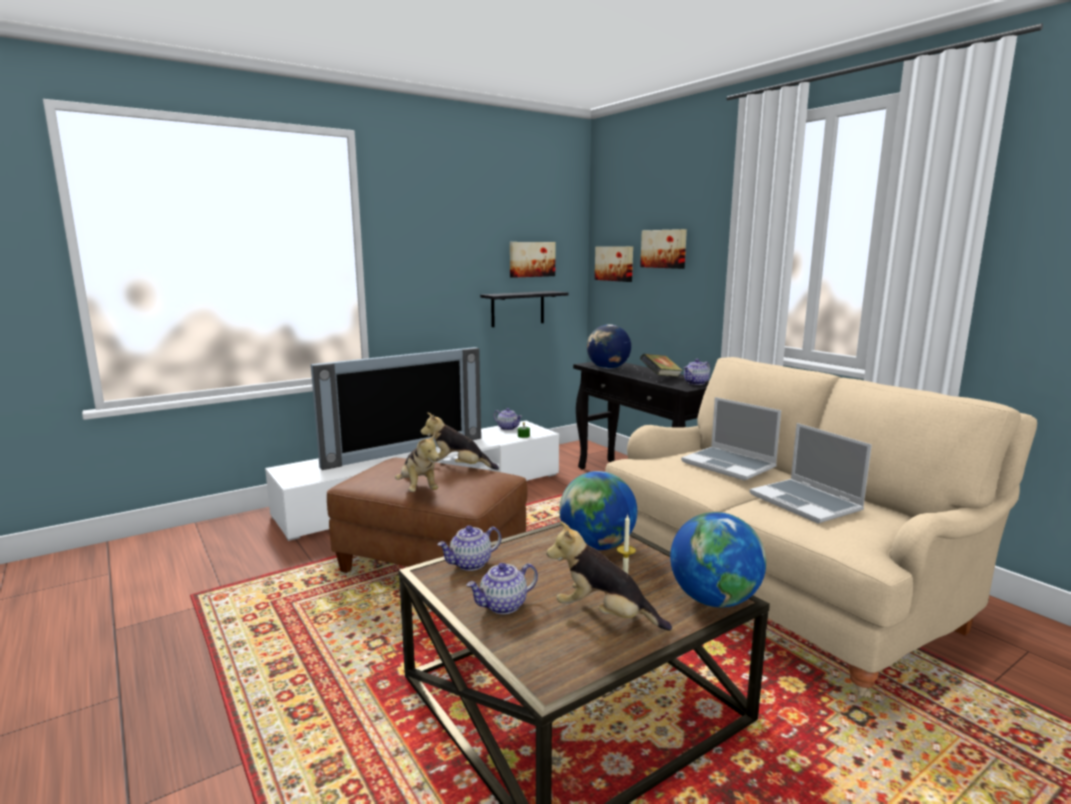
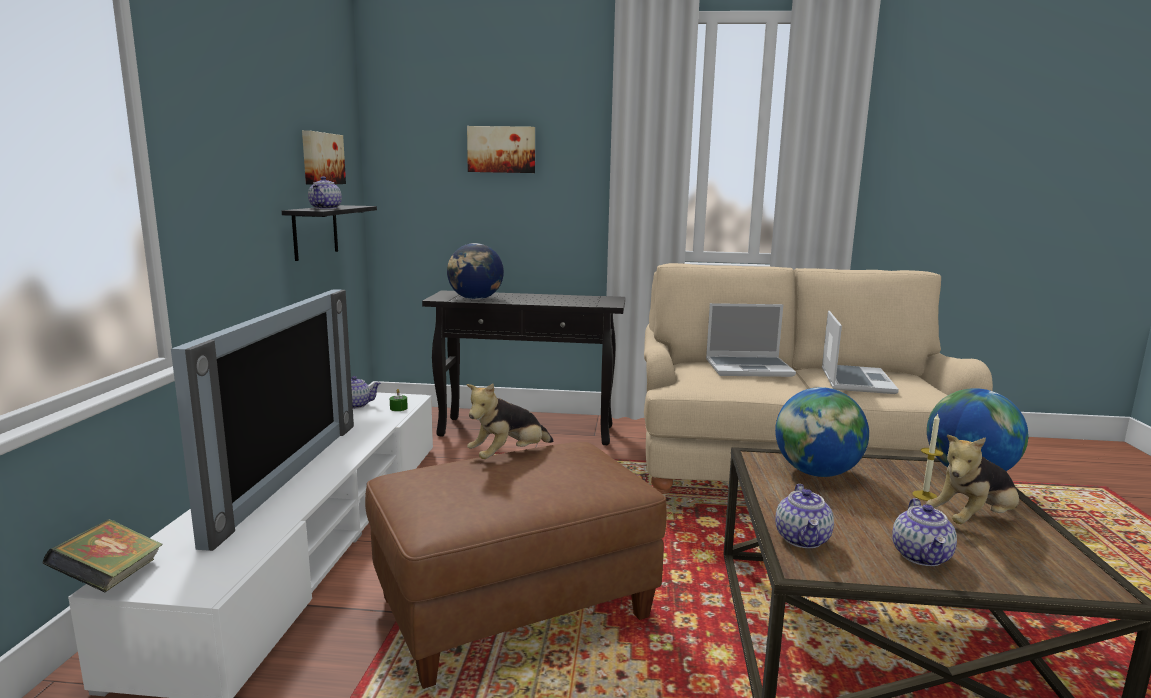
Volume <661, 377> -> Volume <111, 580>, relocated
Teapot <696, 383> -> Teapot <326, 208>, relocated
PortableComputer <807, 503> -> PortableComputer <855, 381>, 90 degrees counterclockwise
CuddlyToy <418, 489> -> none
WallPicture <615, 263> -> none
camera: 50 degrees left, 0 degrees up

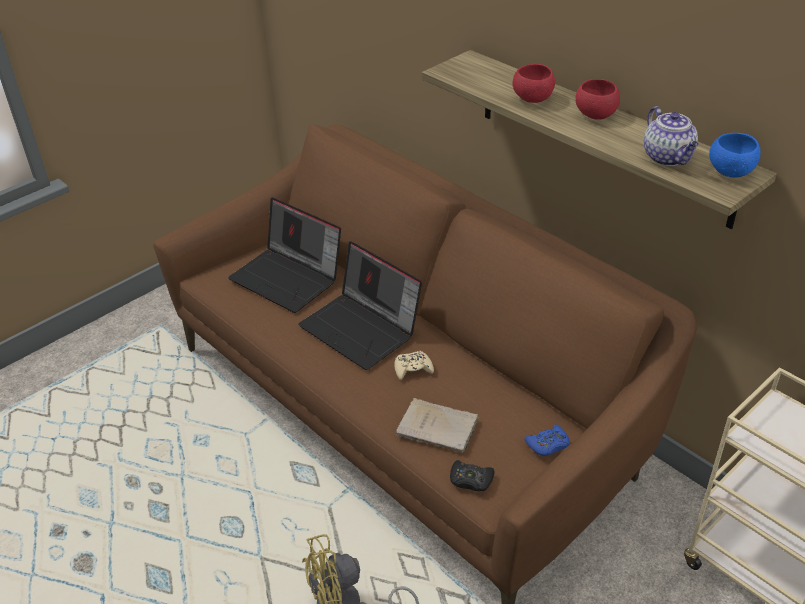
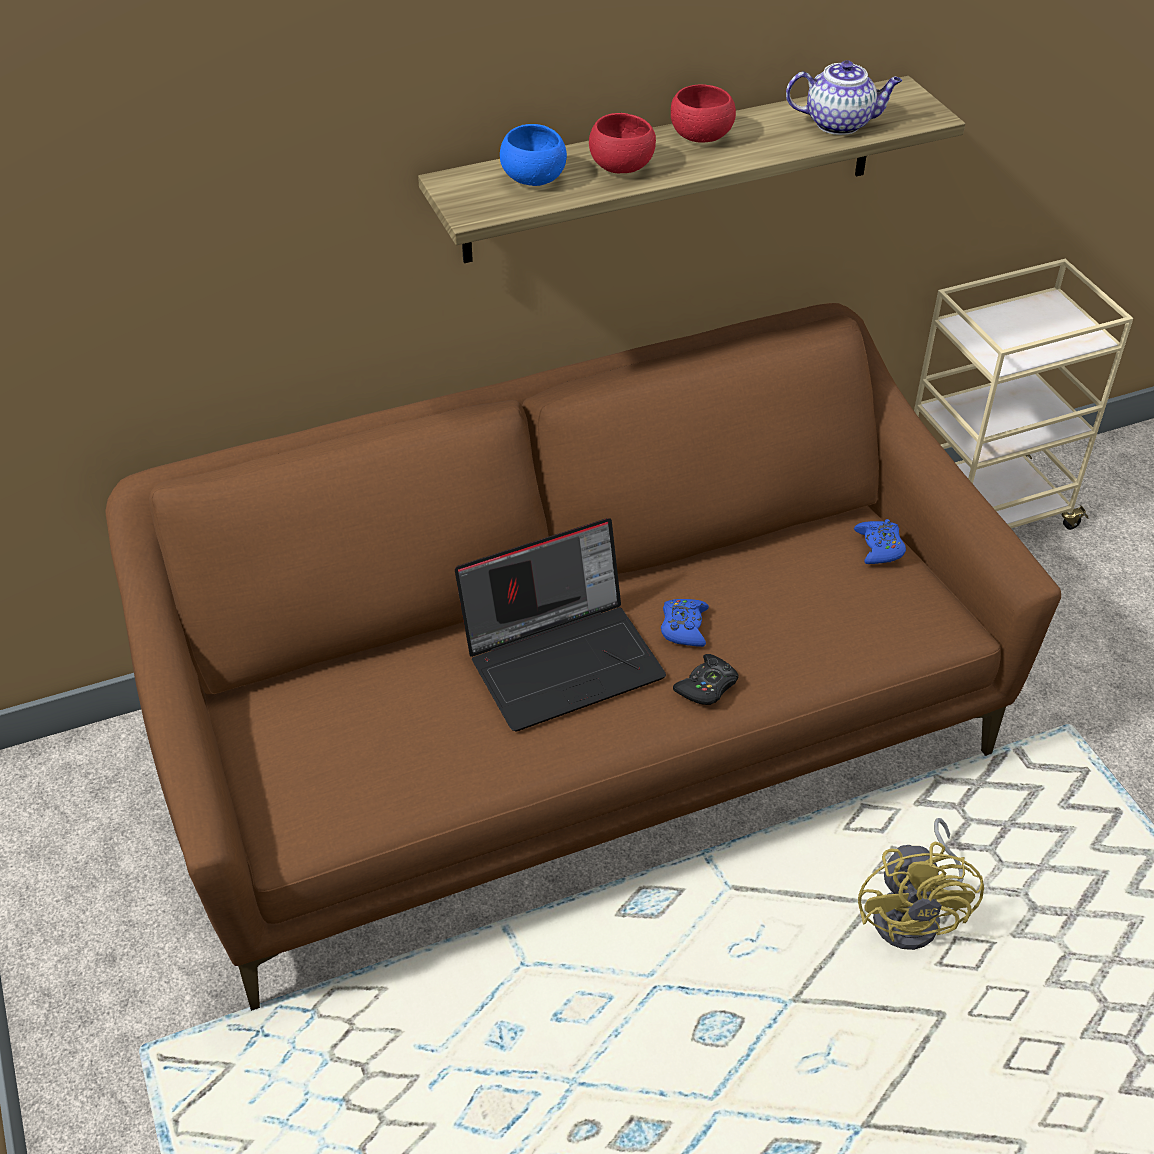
BlueServingBowl <730, 172> -> BlueServingBowl <533, 180>, relocated
SandColouredGameController <413, 369> -> BlueGameController <684, 627>
BlackishGameController <471, 480> -> BlackishGameController <707, 686>, relocated
PortableComputer <289, 278> -> none
SandColouredVolume <440, 428> -> none
camera: 70 degrees left, 5 degrees up

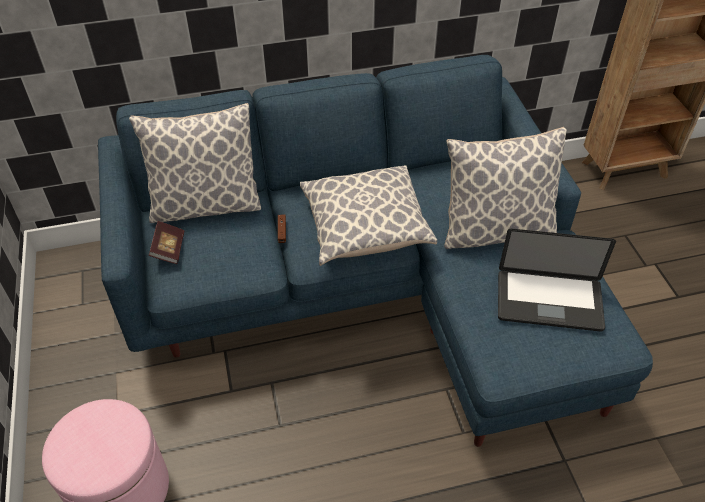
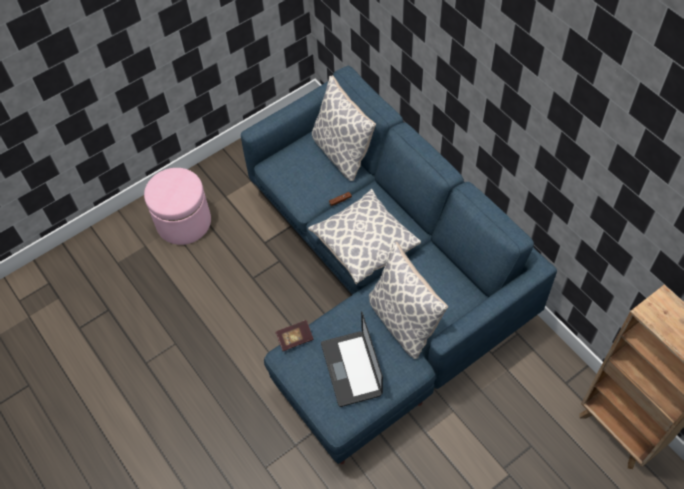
Volume <169, 249> -> Volume <295, 339>, relocated
camera: 70 degrees right, 10 degrees up

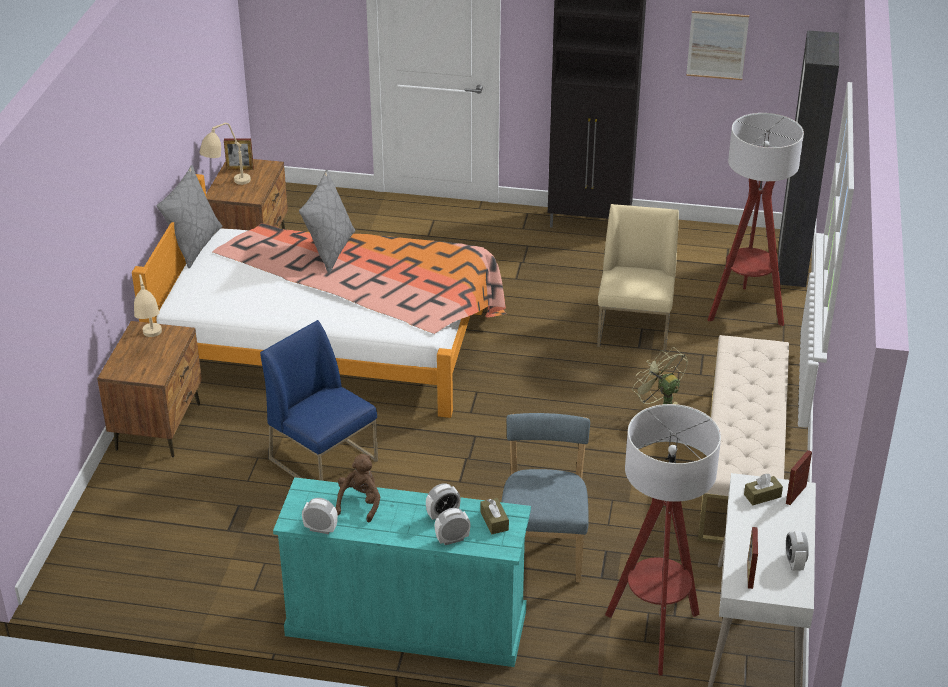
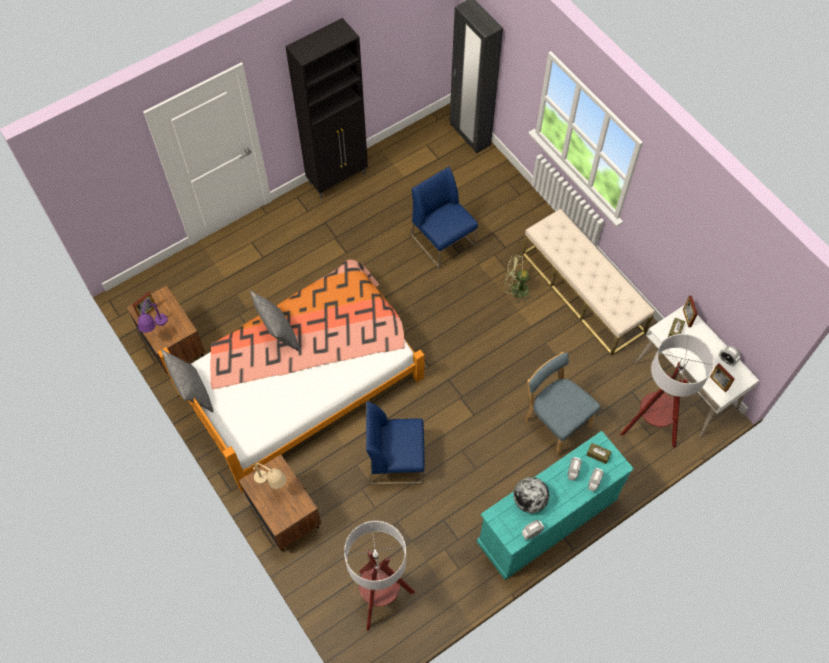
SandColouredLampForATable <226, 186> -> PurpleLampForATable <157, 332>
StandingLamp <745, 310> -> StandingLamp <380, 597>, relocated
SandColouredPlainChair <635, 329> -> BluePlainChair <443, 241>
BrownColouredCuddlyToy <360, 503> -> WorldGlobe <529, 500>
WallPicture <717, 45> -> none
camera: 45 degrees left, 25 degrees up

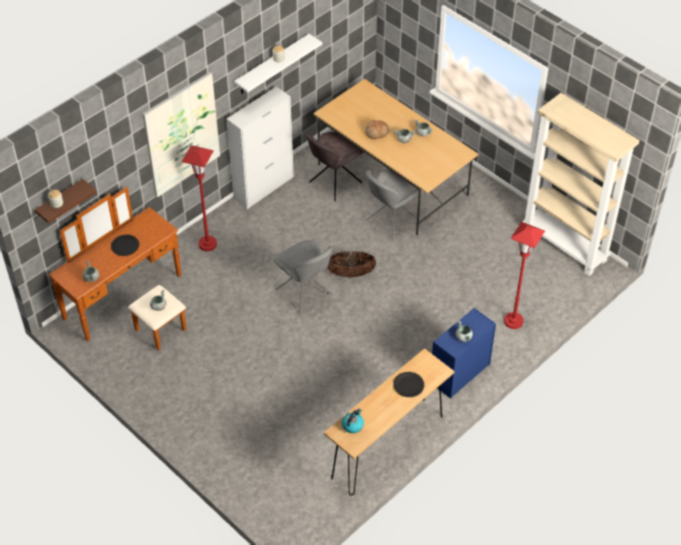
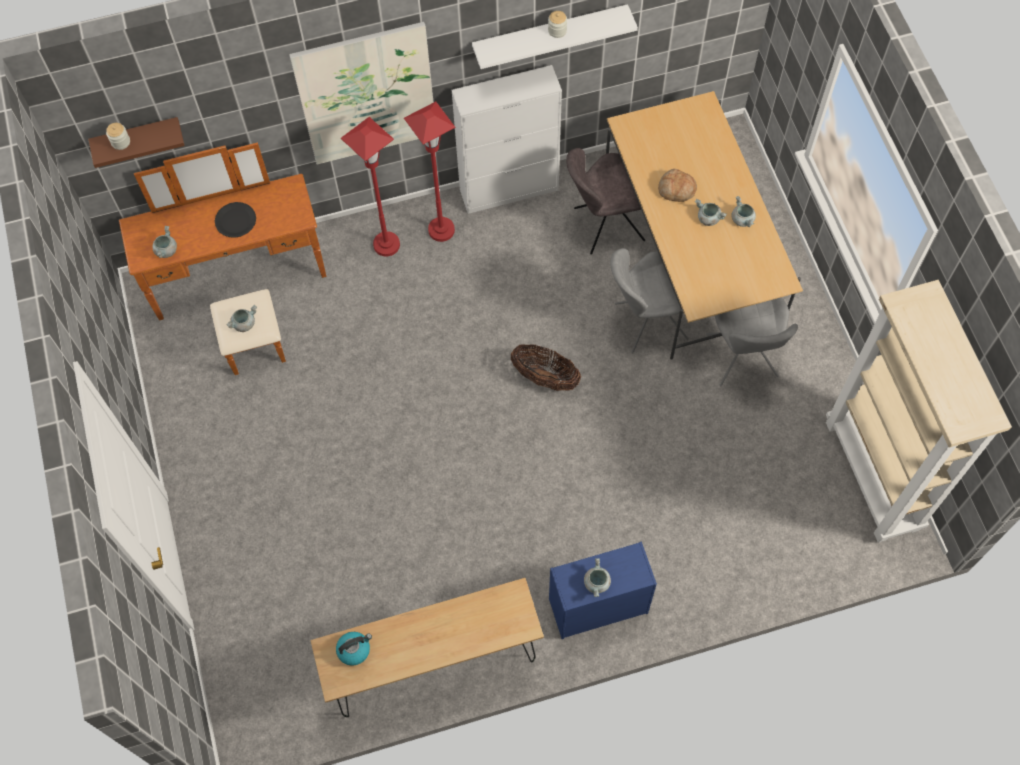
RedColouredStandingLamp <513, 321> -> RedColouredStandingLamp <441, 230>, relocated
GrayPlainChair <305, 293> -> GrayPlainChair <742, 358>, relocated
BlackishDinnerPlate <408, 385> -> none
camera: 30 degrees right, 15 degrees up

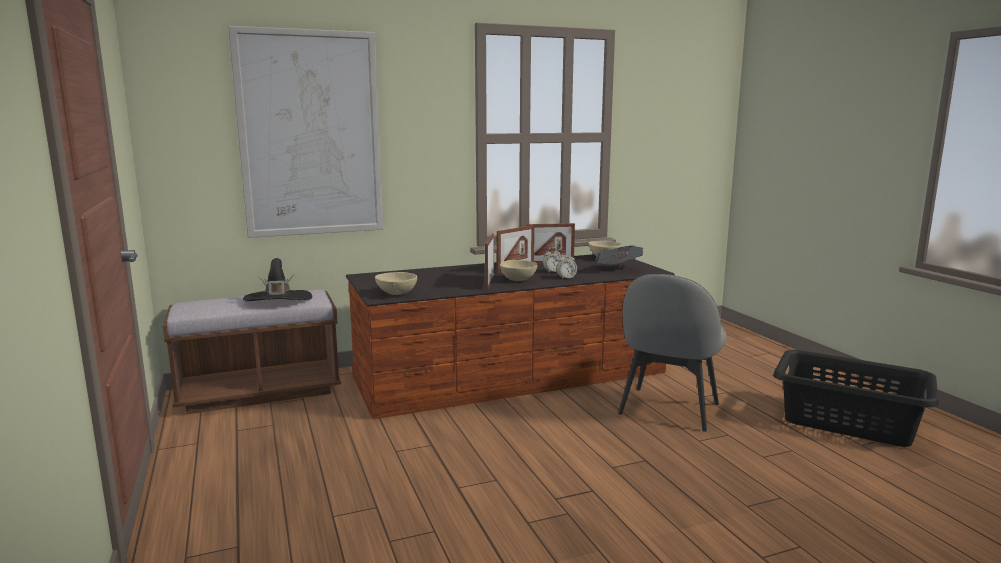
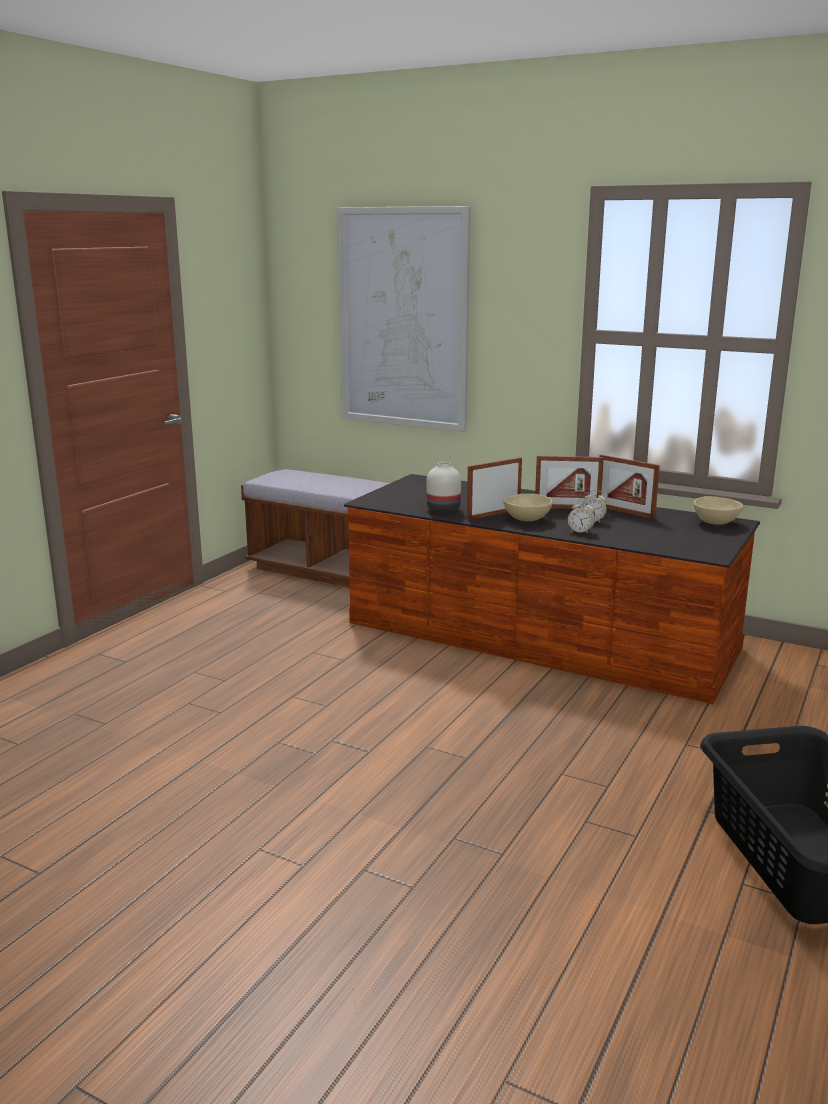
none -> WhitishVase <442, 509>
BlackishHat <278, 300> -> none
SandColouredServingBowl <397, 294> -> none
DailyPaper <618, 269> -> none
GrayPlainChair <668, 410> -> none
camera: 50 degrees right, 5 degrees up

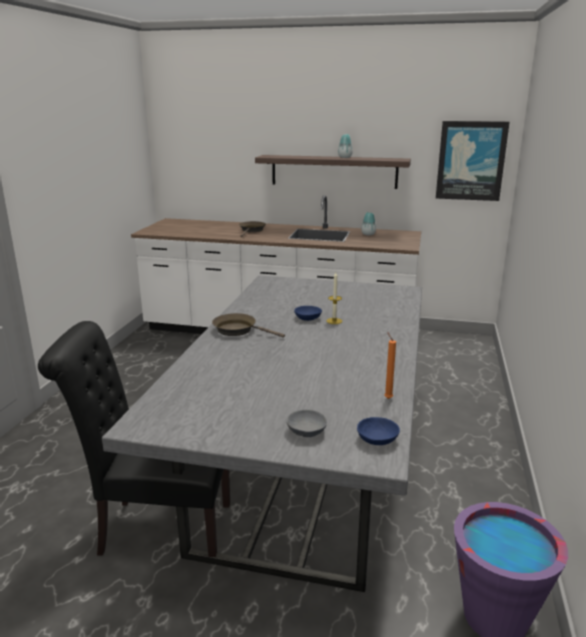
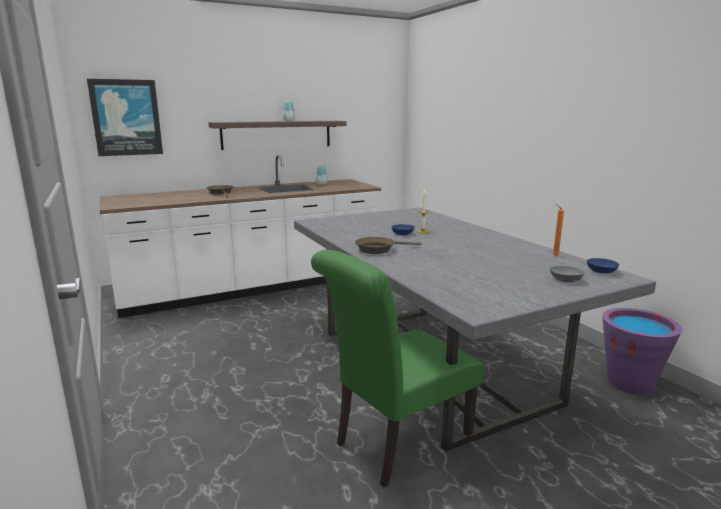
WallPicture <471, 161> -> WallPicture <126, 118>, relocated
BlackishPlainChair <157, 528> -> GreenColouredPlainChair <396, 444>
camera: 40 degrees left, 5 degrees down

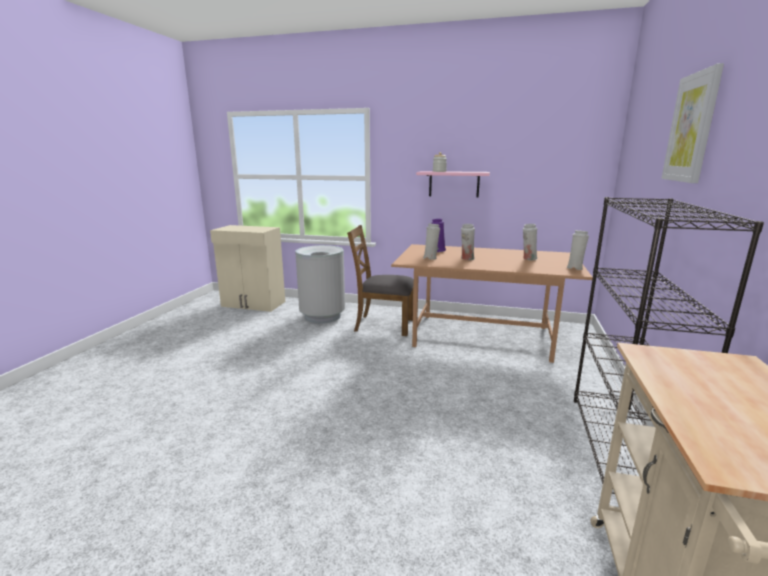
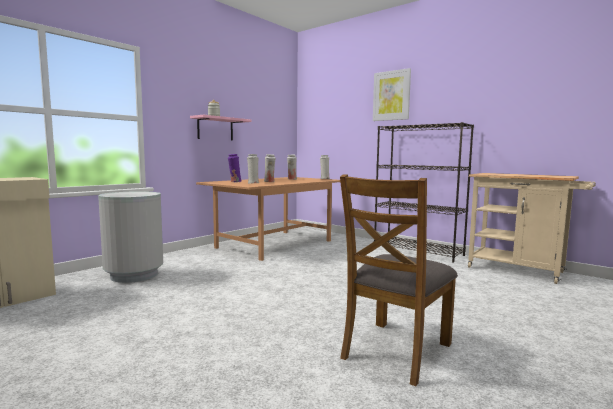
BrownColouredPlainChair <383, 325> -> BrownColouredPlainChair <395, 350>, relocated
camera: 65 degrees left, 10 degrees down

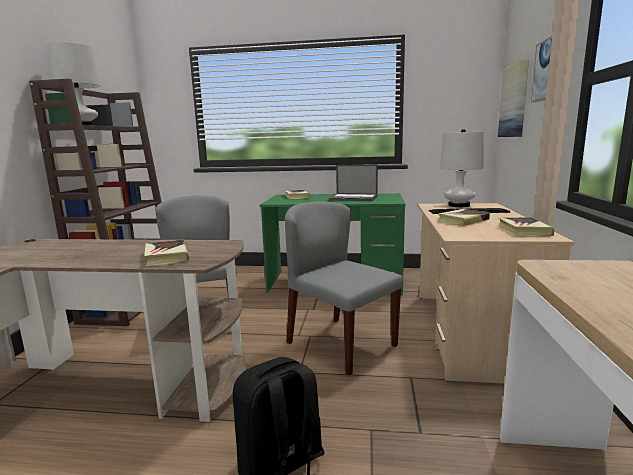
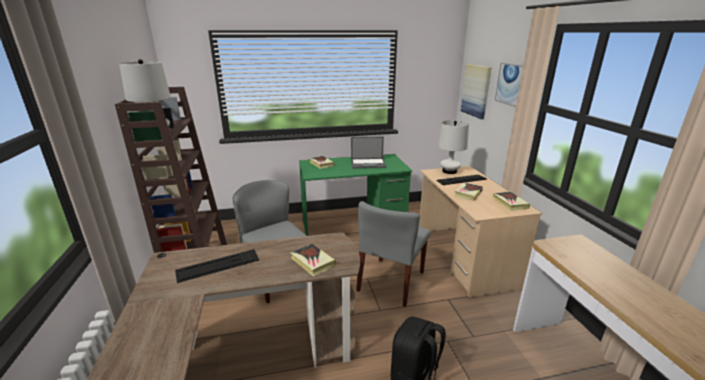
none -> ComputerKeyboard <218, 265>
GrayPlainChair <340, 344> -> GrayPlainChair <391, 281>, 90 degrees counterclockwise
camera: 20 degrees left, 10 degrees up

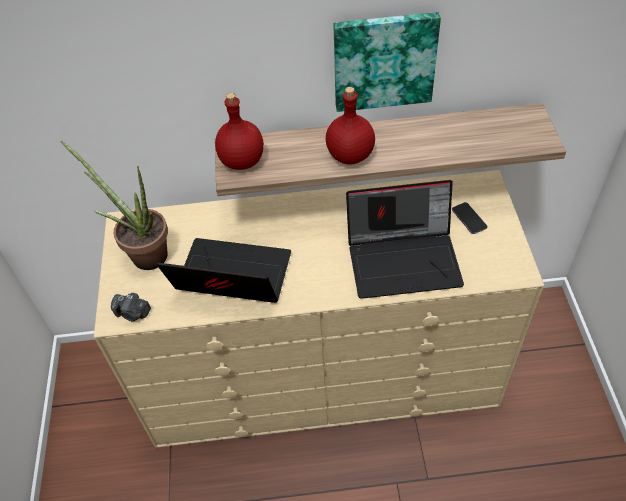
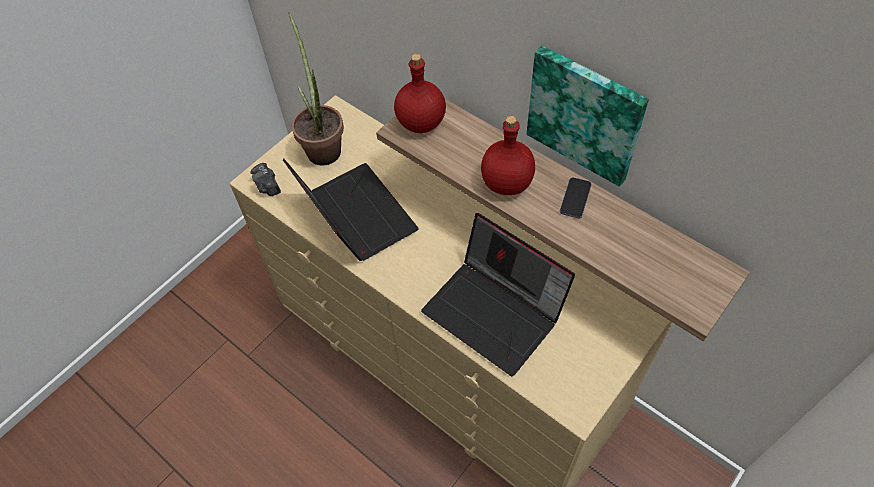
Phone <469, 219> -> Phone <575, 199>, relocated
camera: 45 degrees right, 5 degrees up

